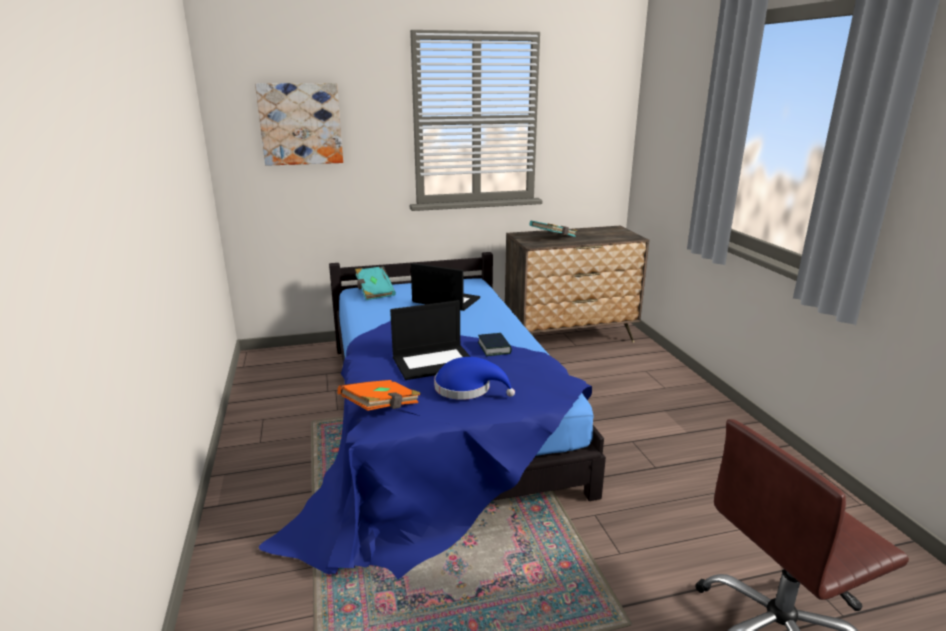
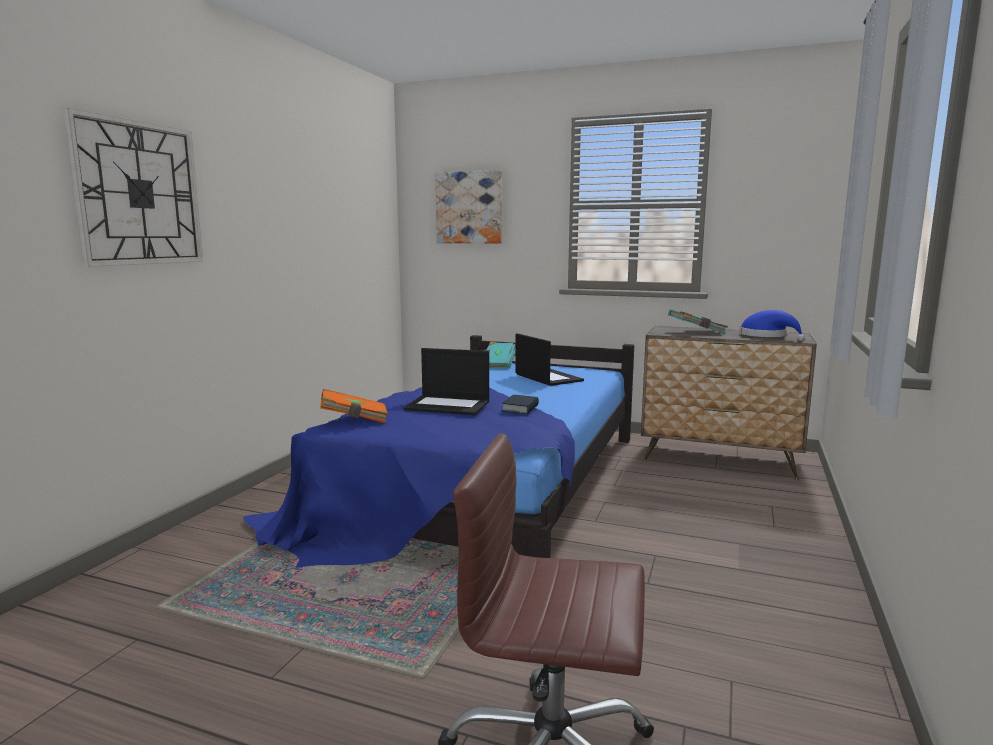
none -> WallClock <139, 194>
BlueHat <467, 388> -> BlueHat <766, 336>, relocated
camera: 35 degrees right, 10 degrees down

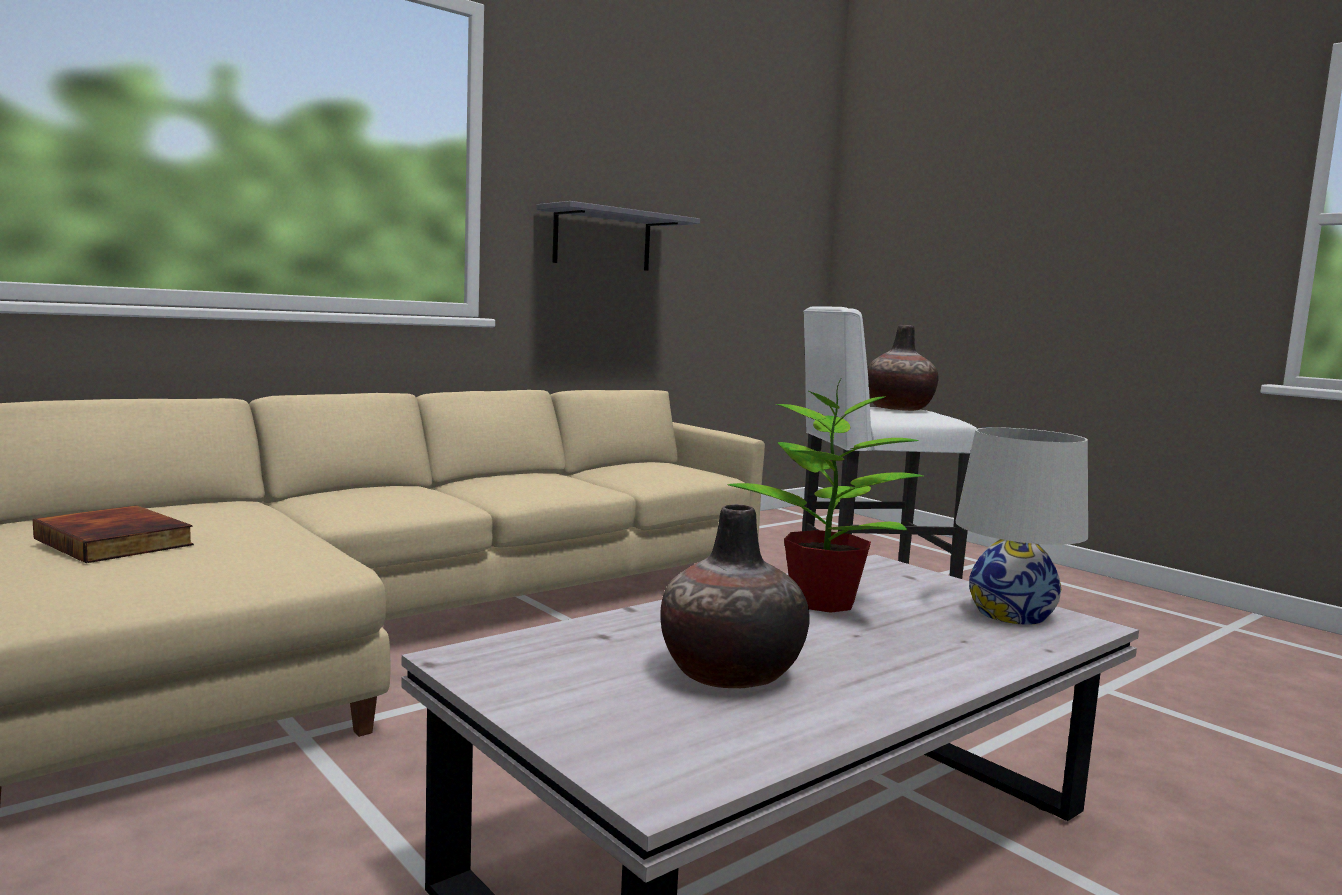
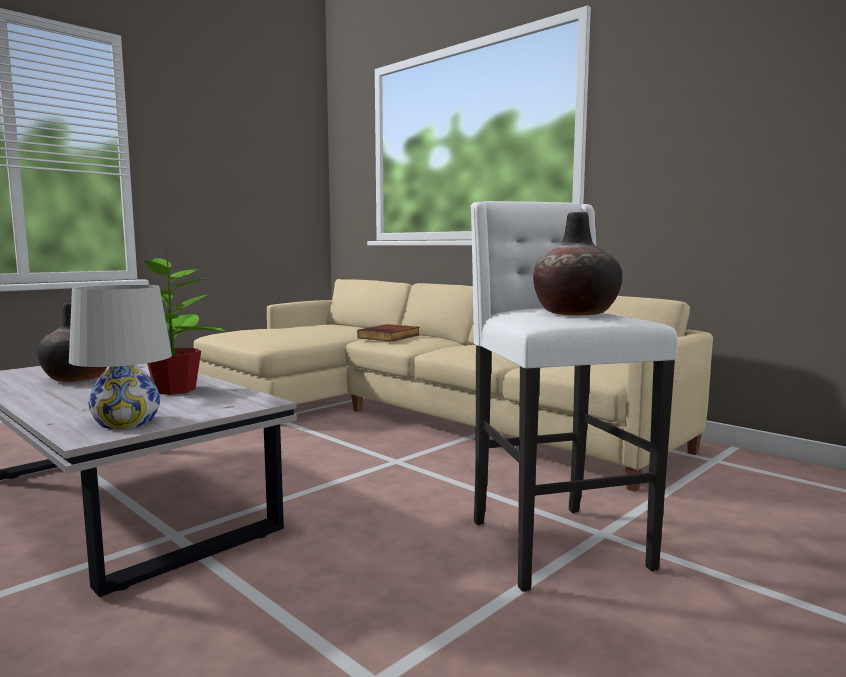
Volume <117, 541> -> Volume <390, 336>, relocated
GrayWallShelf <602, 239> -> none
camera: 85 degrees right, 0 degrees up

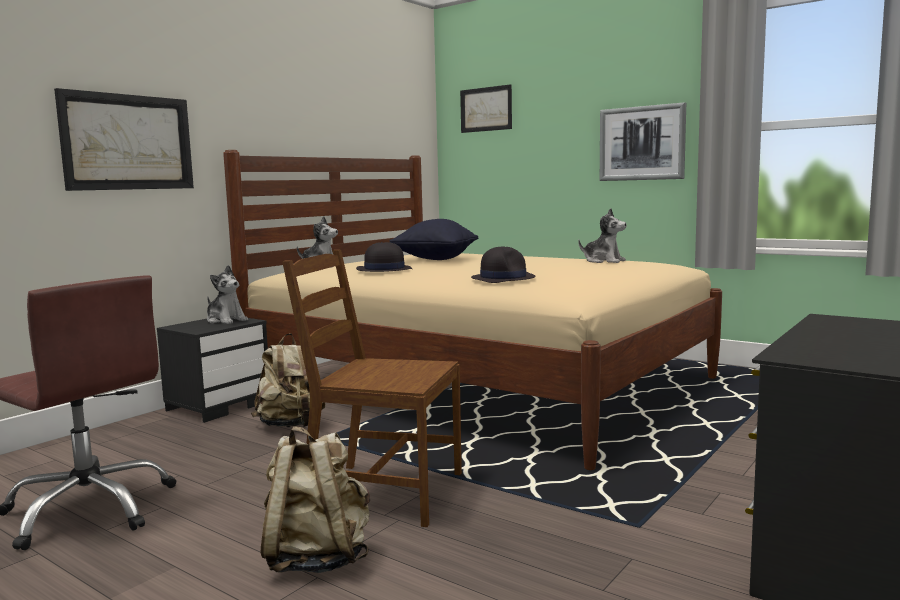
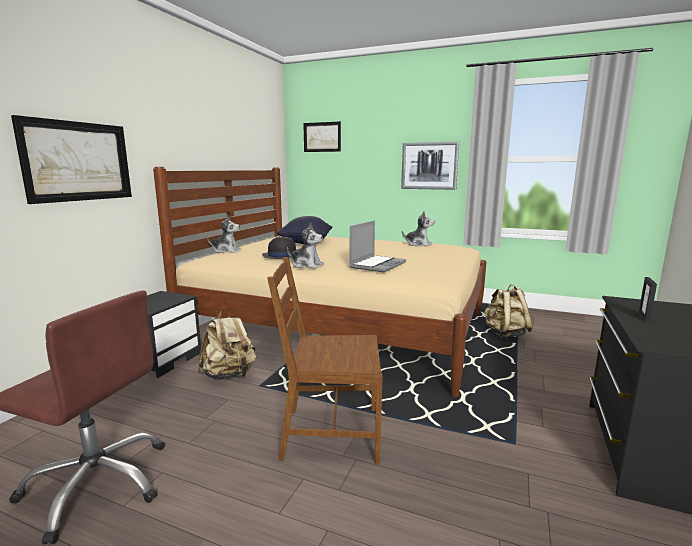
CuddlyToy <226, 320> -> CuddlyToy <306, 265>, relocated
BlackishHat <503, 278> -> PortableComputer <377, 265>
SandColouredBackpack <317, 558> -> SandColouredBackpack <505, 334>, relocated
none -> PictureFrame <644, 317>
camera: 15 degrees left, 5 degrees up

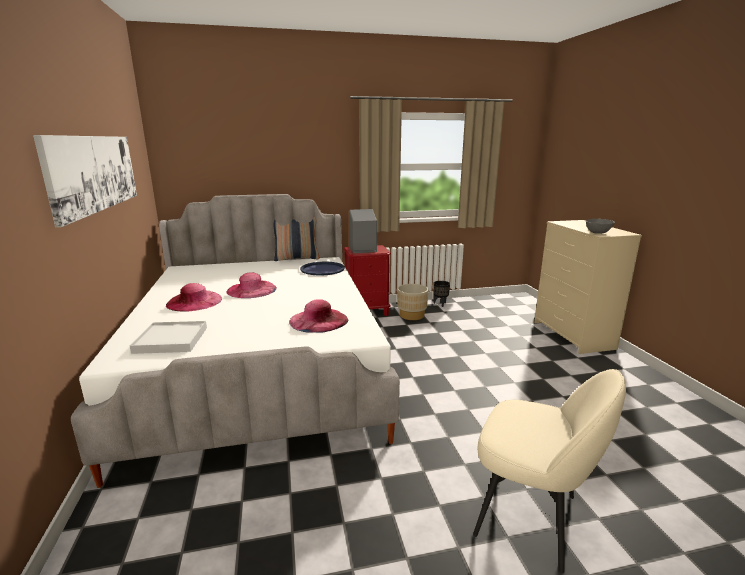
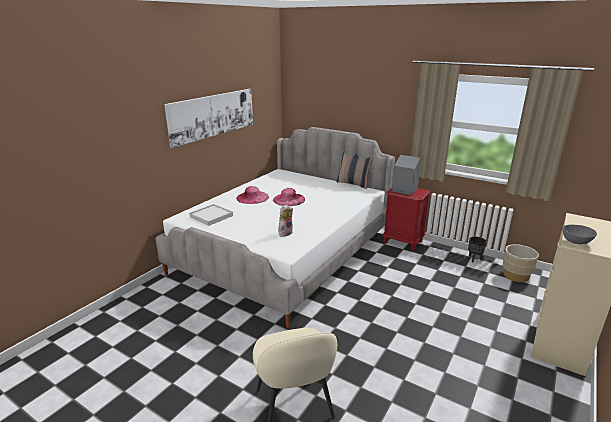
PinkishHat <318, 320> -> CuddlyToy <285, 233>
SandColouredFlowerPot <412, 315> -> SandColouredFlowerPot <516, 276>, relocated
BlueTray <322, 269> -> none
camera: 45 degrees right, 5 degrees up

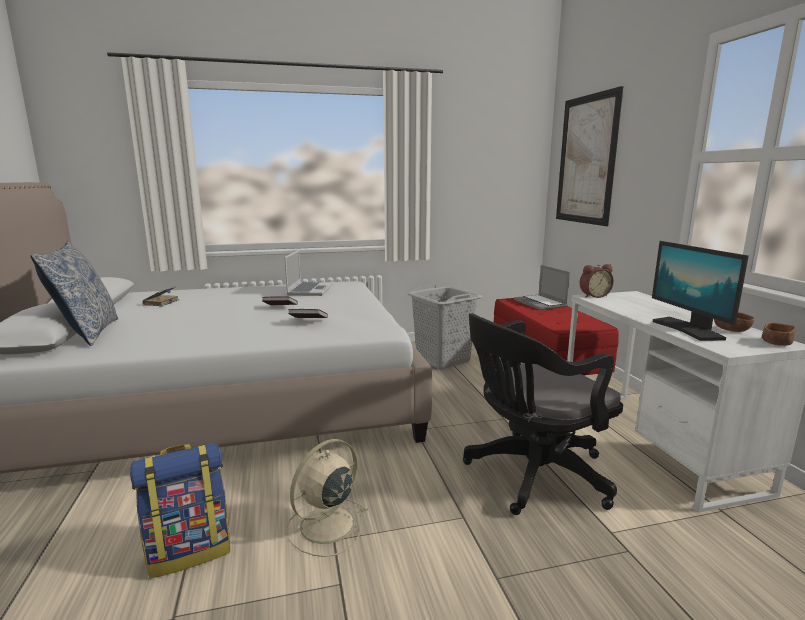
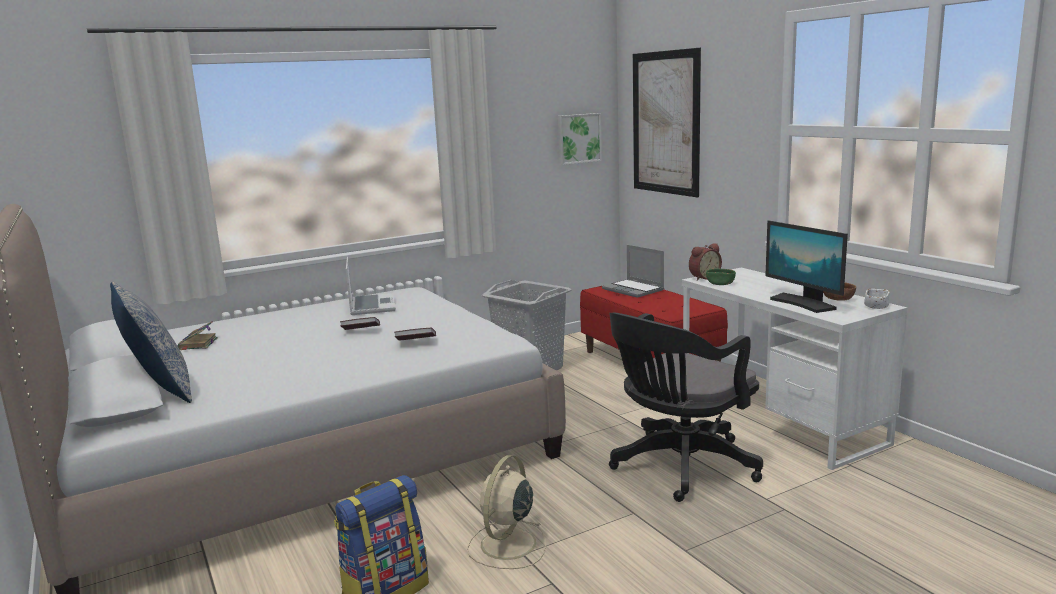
none -> WallPicture <578, 138>
none -> GreenColouredServingBowl <720, 283>
BrownColouredServingBowl <776, 343> -> WhitishServingBowl <876, 306>
camera: 15 degrees left, 0 degrees up

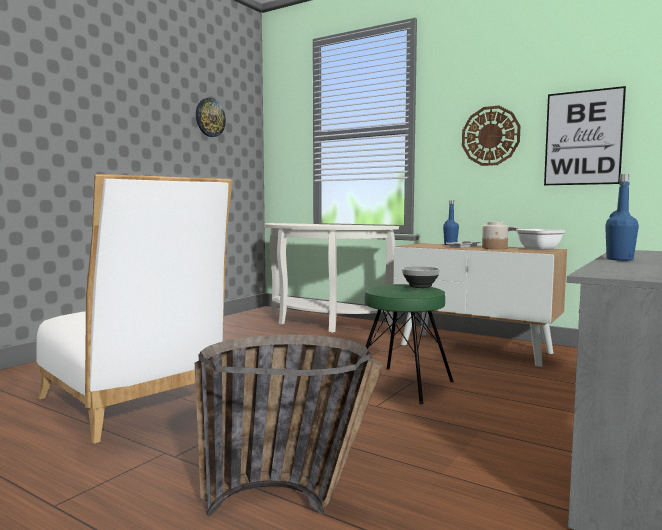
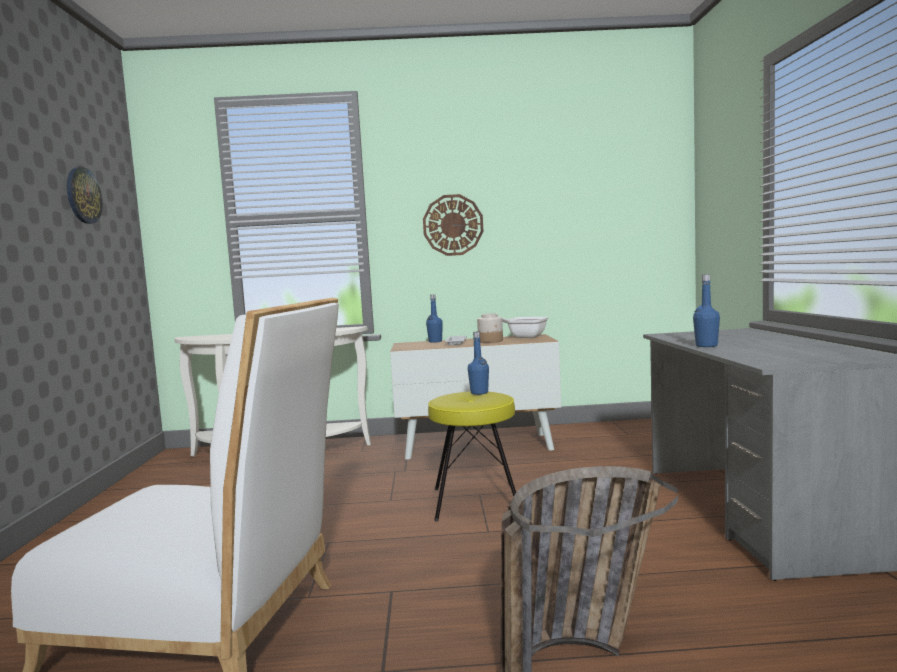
GreenColouredStool <403, 384> -> YellowColouredStool <476, 501>
ServingBowl <421, 286> -> BlueBeverageBottle <479, 393>
WallPicture <583, 138> -> none
camera: 35 degrees left, 0 degrees up

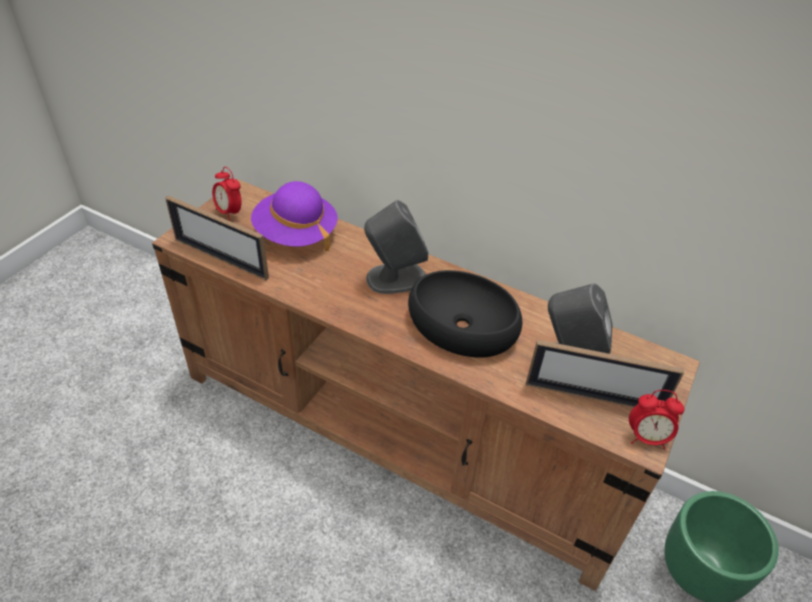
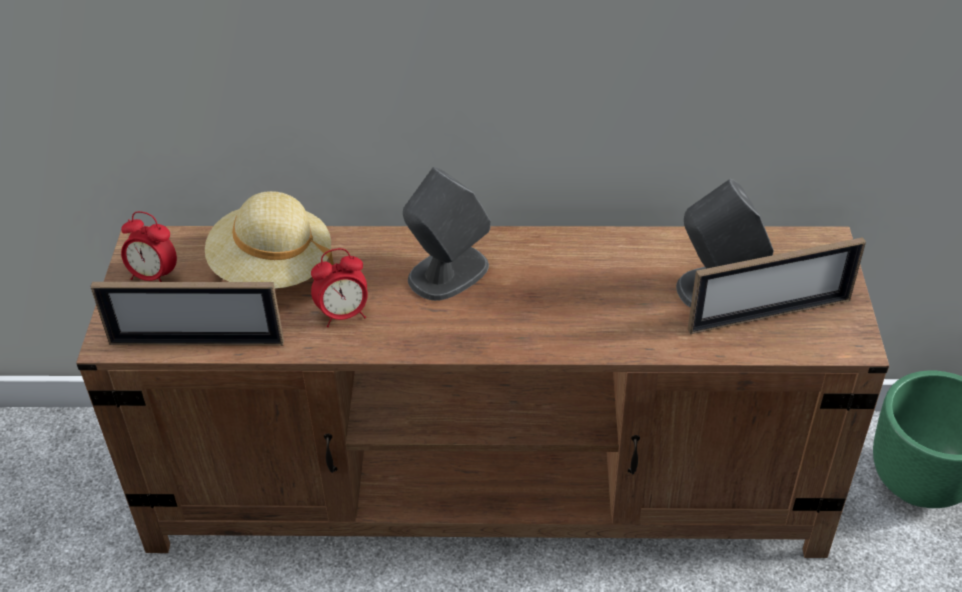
PurpleHat <296, 234> -> SandColouredHat <272, 269>
AlarmClock <646, 438> -> AlarmClock <343, 314>, relocated
BlackishServingBowl <461, 326> -> none
camera: 25 degrees left, 0 degrees up

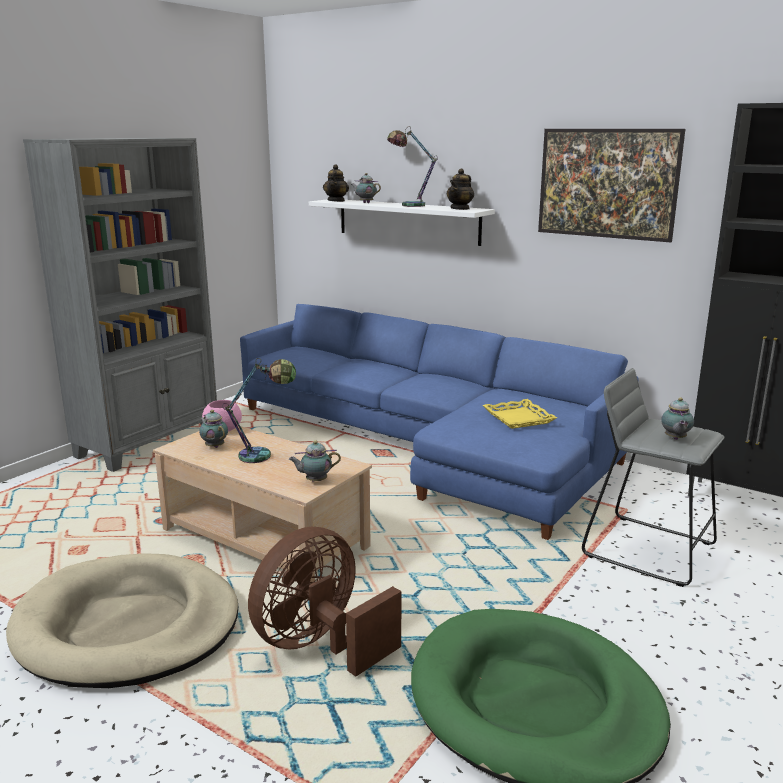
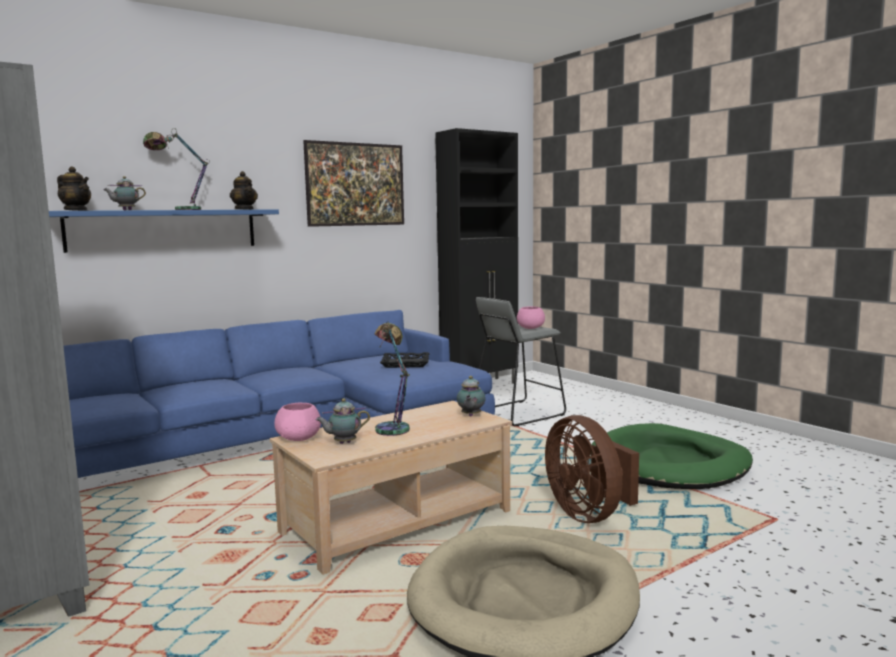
WhitishWallShelf <407, 221> -> BlueWallShelf <164, 230>
YellowColouredTray <518, 418> -> BlackishTray <405, 364>
Teapot <675, 439> -> PinkishServingBowl <530, 328>
camera: 70 degrees left, 10 degrees down

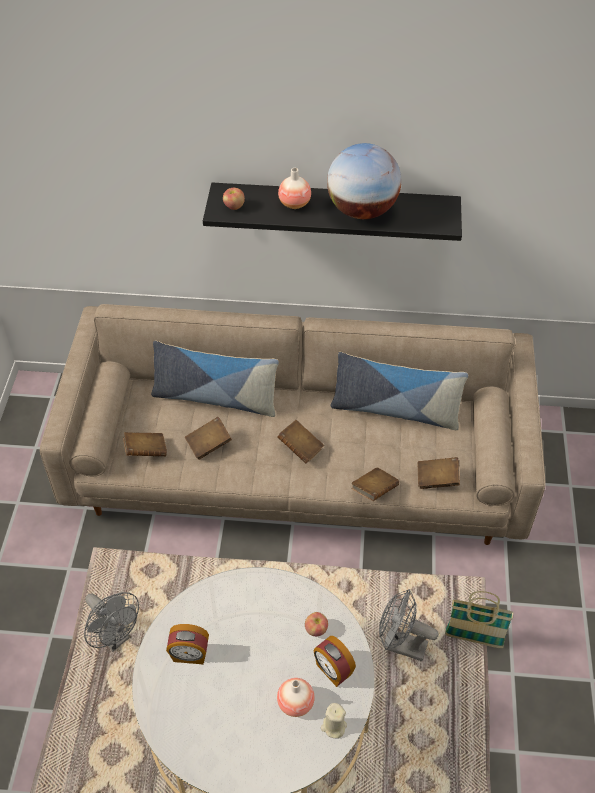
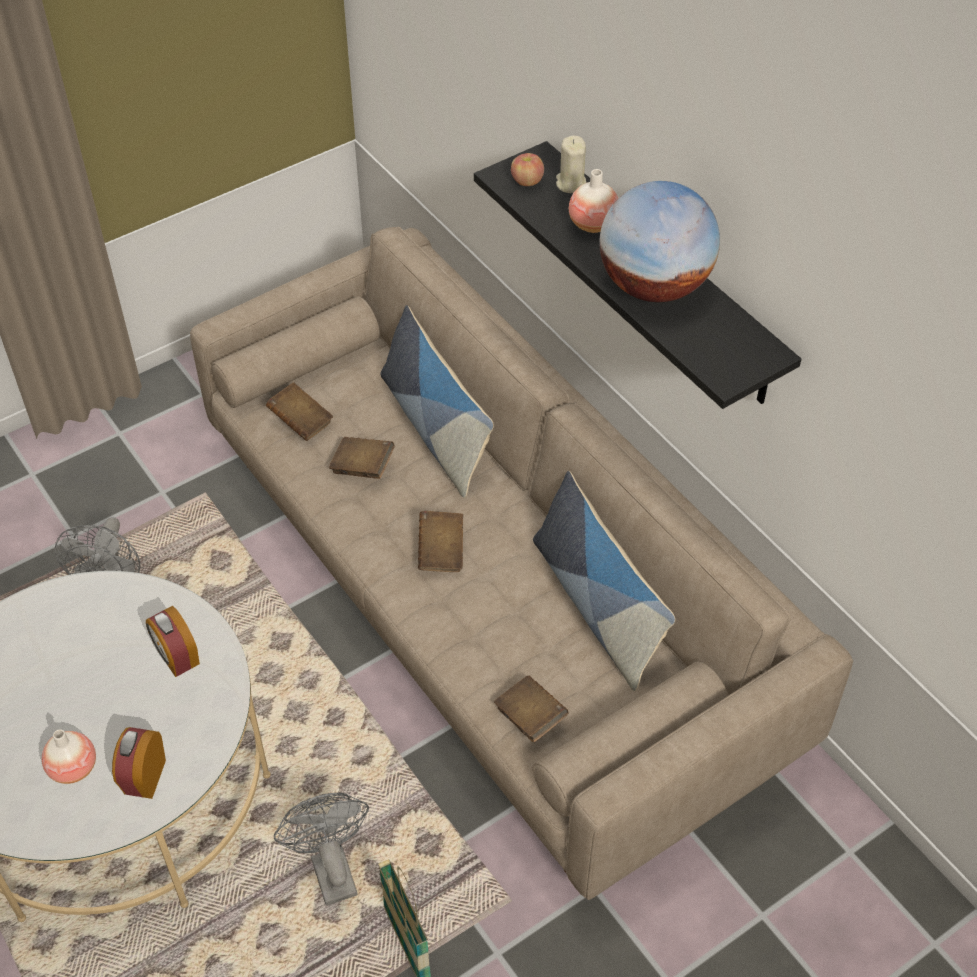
AlarmClock <189, 654> -> AlarmClock <176, 657>, relocated
SandColouredCandle <333, 726> -> SandColouredCandle <570, 183>, relocated
AppleFruit <316, 629> -> none
BrownColouredVolume <374, 490> -> none
camera: 50 degrees right, 0 degrees up

